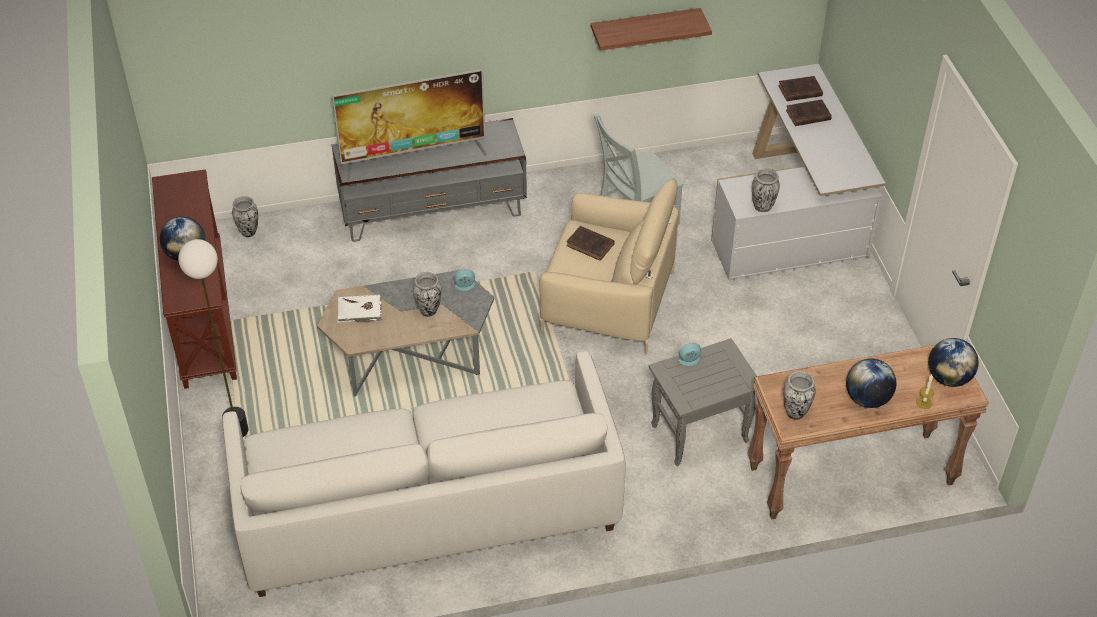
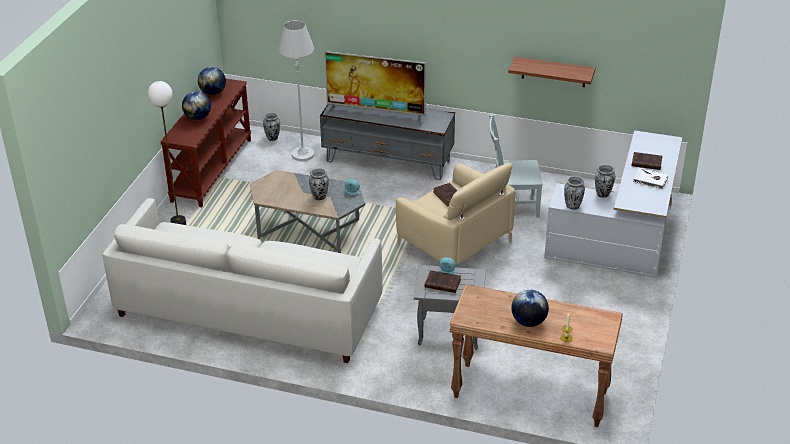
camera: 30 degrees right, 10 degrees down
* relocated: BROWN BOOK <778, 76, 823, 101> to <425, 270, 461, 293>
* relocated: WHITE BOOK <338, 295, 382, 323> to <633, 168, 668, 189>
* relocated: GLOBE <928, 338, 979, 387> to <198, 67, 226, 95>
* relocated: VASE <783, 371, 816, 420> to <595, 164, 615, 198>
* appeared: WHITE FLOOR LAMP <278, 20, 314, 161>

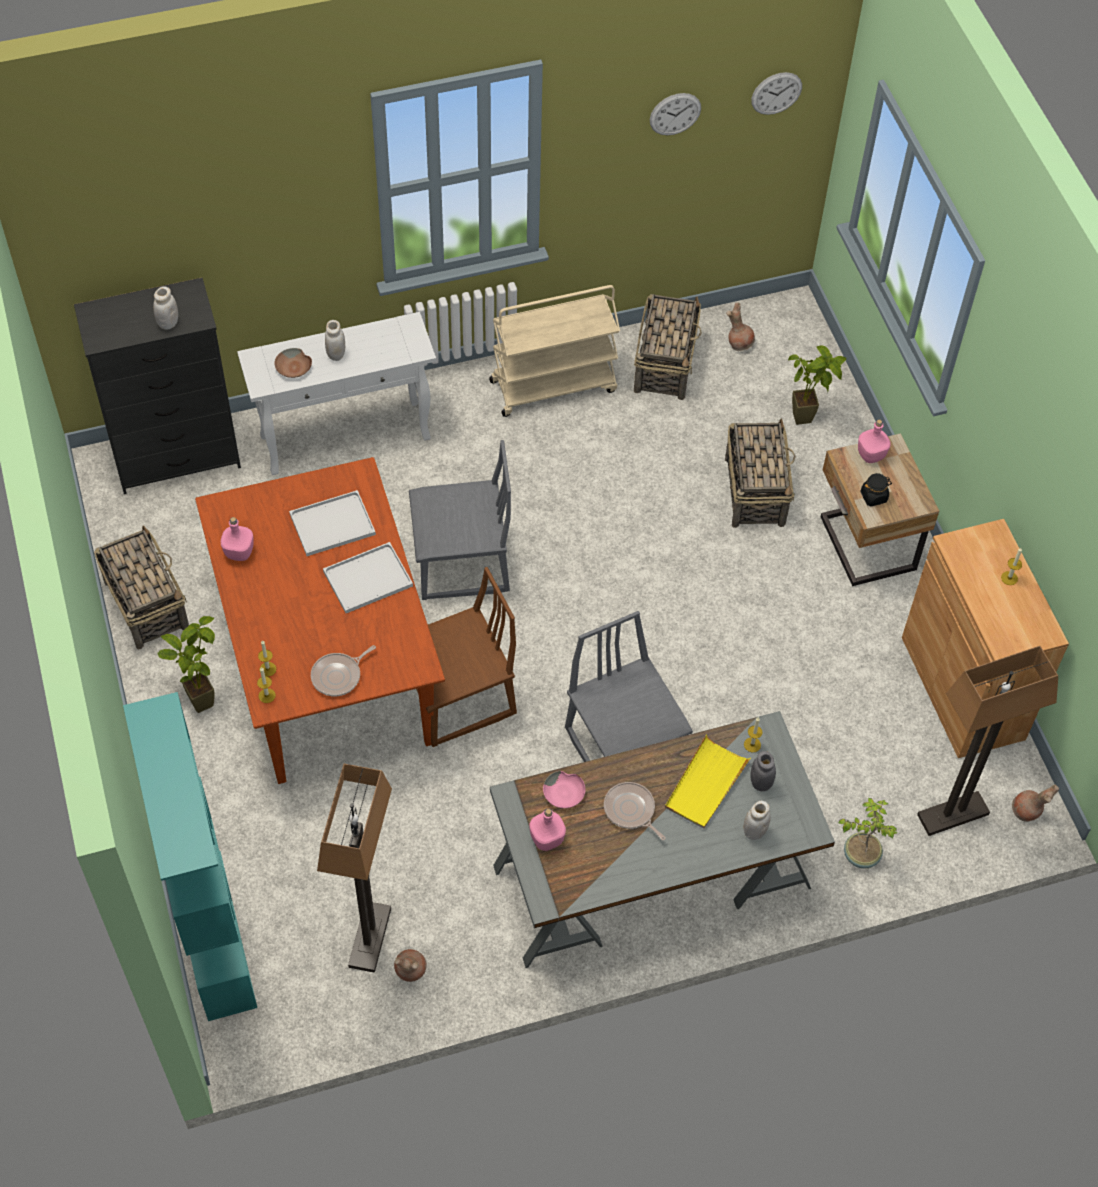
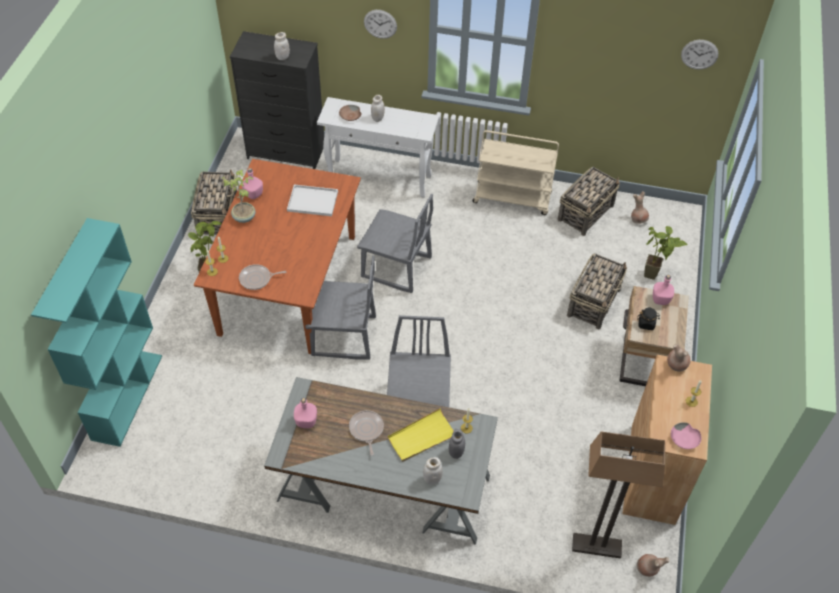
camera: 30 degrees right, 5 degrees down
* relocated: WALL CLOCK <650, 93, 701, 135> to <364, 10, 397, 39>
* missing: WHITE TRAY <323, 542, 413, 613>
* colour: BROWN CHAIR <416, 567, 517, 747> to GREY CHAIR <305, 255, 376, 360>
* missing: FLOOR LAMP <317, 764, 392, 973>
* relocated: PINK BOWL <543, 771, 586, 808> to <671, 422, 701, 449>
* relocated: POTTED PLANT <838, 797, 897, 868> to <221, 170, 256, 223>
* relocated: BROWN VASE <394, 949, 427, 982> to <667, 344, 691, 372>

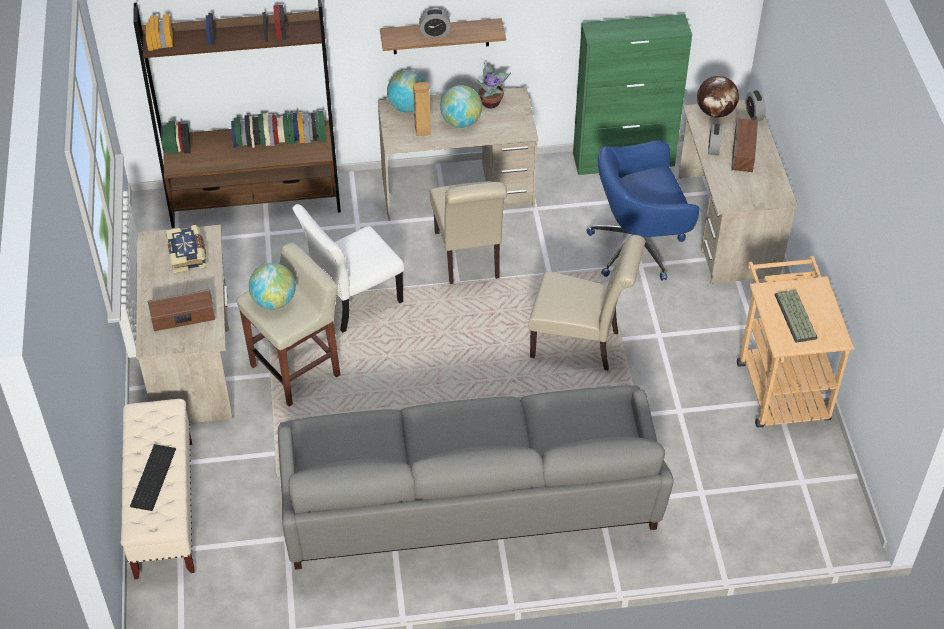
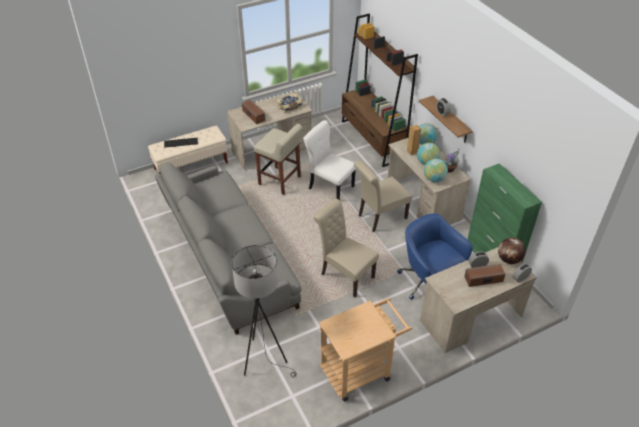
camera: 70 degrees right, 5 degrees down
* spun: BEIGE CHAIR <528, 235, 645, 371> = <314, 199, 379, 297> 135 degrees clockwise
* relocated: GLOBE <249, 263, 296, 309> to <424, 158, 448, 182>
* missing: KEYBOARD <775, 289, 818, 343>
* appeared: GREY FLOOR LAMP <232, 245, 297, 378>

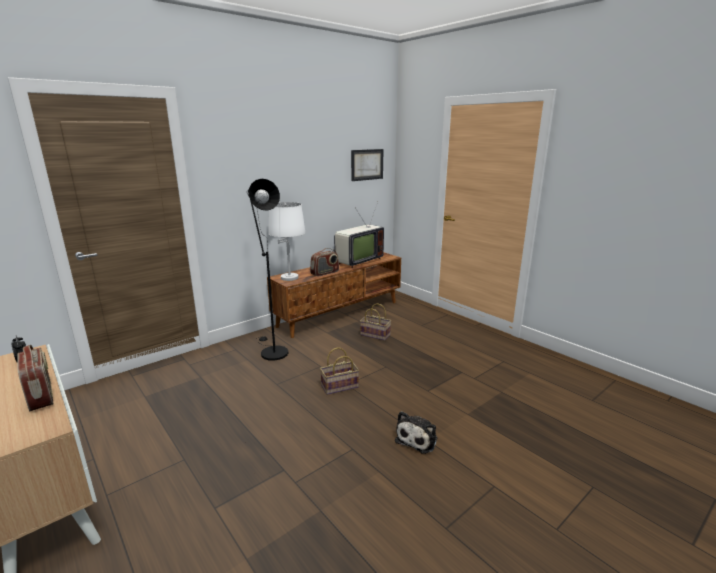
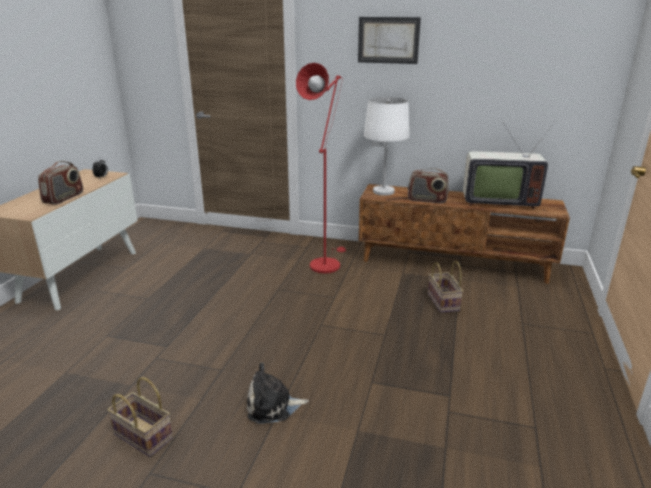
camera: 55 degrees right, 5 degrees up
* relocated: PICTURE <351, 149, 384, 181> to <358, 17, 421, 64>
* colour: BLACK FLOOR LAMP <247, 179, 288, 361> to RED FLOOR LAMP <296, 63, 346, 274>
* relocated: BASKET <320, 347, 359, 395> to <107, 377, 173, 457>

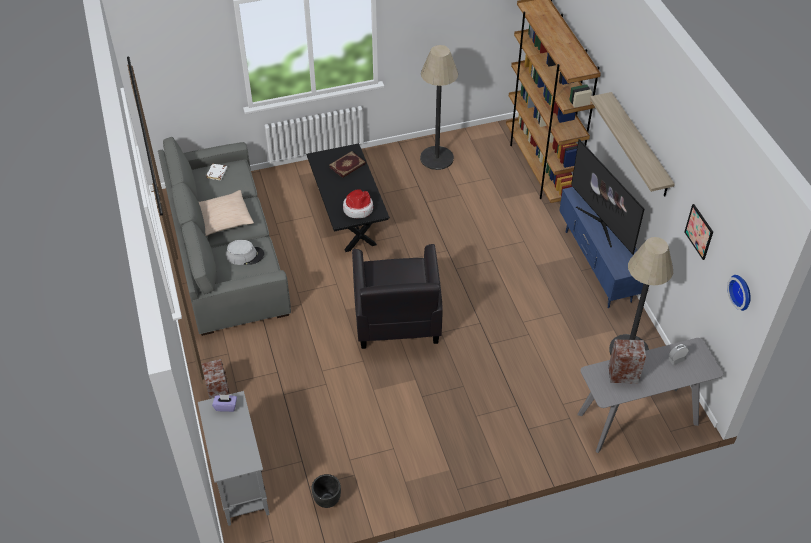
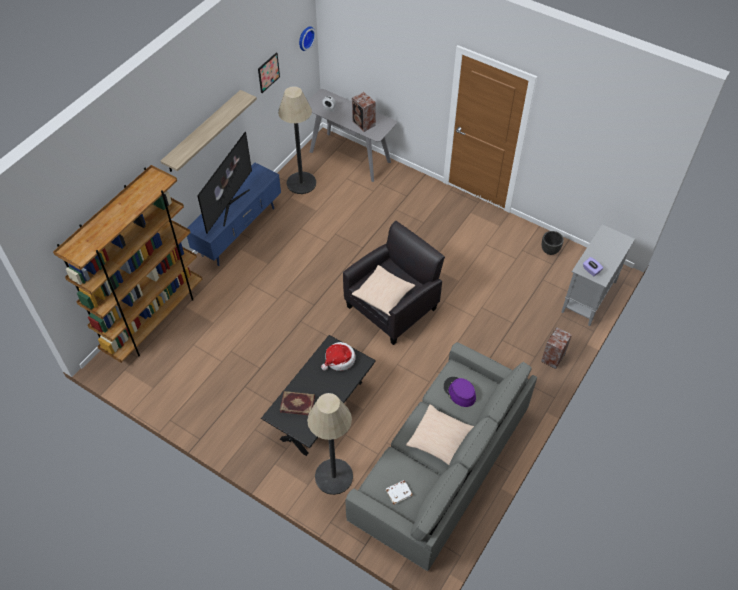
camera: 130 degrees left, 5 degrees up
* relocated: FLOOR LAMP <420, 45, 458, 170> to <307, 393, 353, 495>
* colour: GREY HAT <226, 240, 264, 265> to PURPLE HAT <444, 377, 476, 407>
* appeared: BEIGE PILLOW <352, 265, 415, 316>

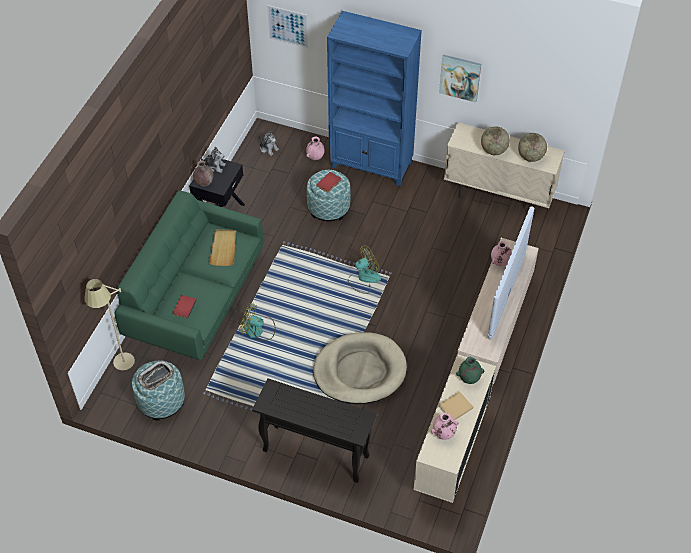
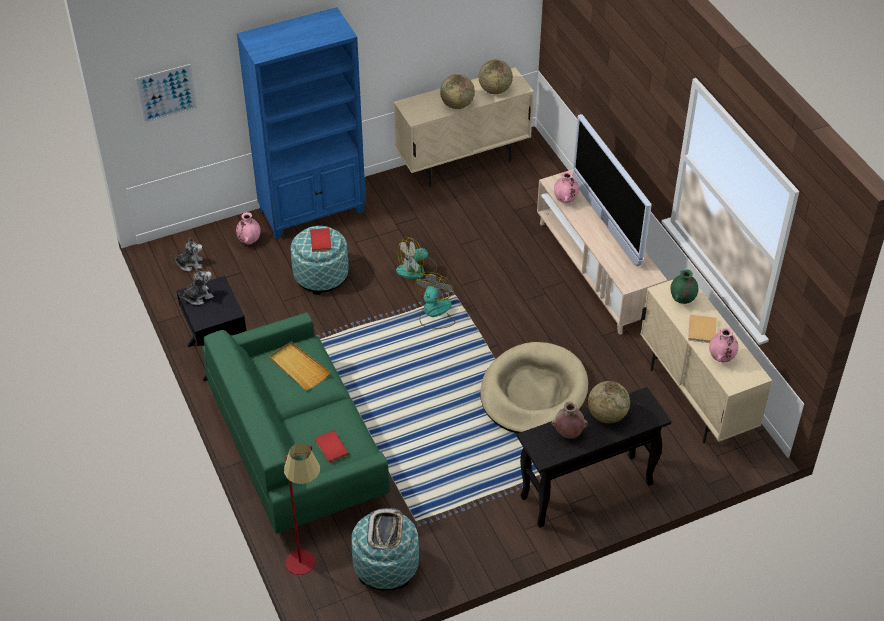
camera: 45 degrees left, 5 degrees down
* missing: PICTURE <439, 55, 481, 102>
* relocated: BROWN VASE <193, 160, 213, 186> to <551, 402, 588, 439>
* colour: BEIGE FLOOR LAMP <85, 279, 135, 371> to RED FLOOR LAMP <284, 443, 320, 575>
* relocated: FAN <239, 302, 275, 341> to <396, 237, 437, 279>
* appeared: GLOBE <588, 381, 630, 423>

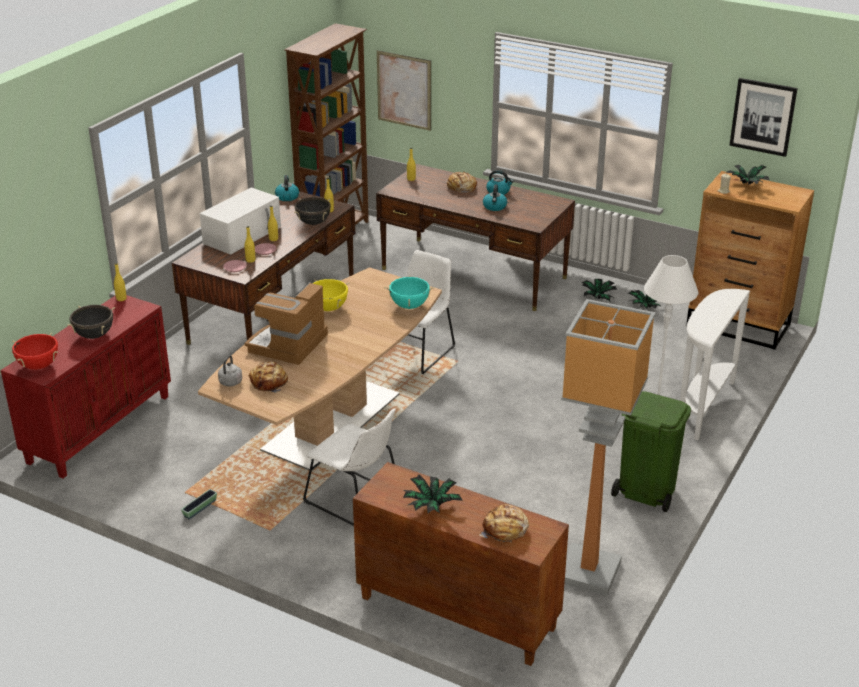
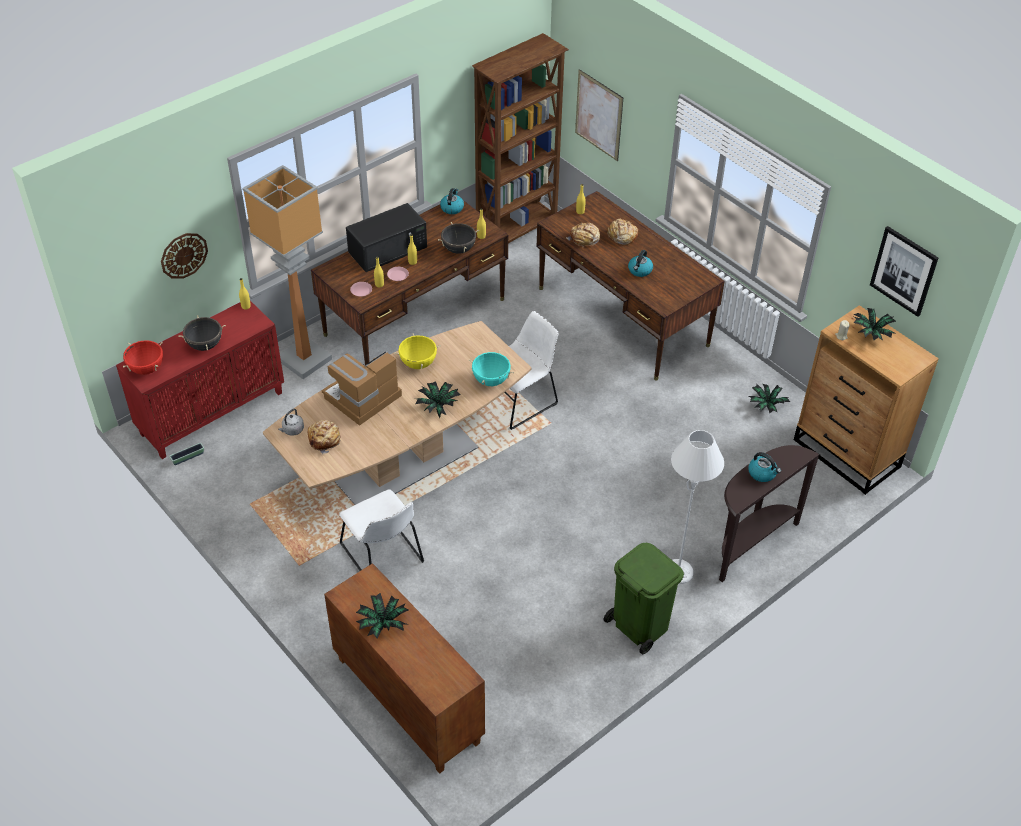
camera: 20 degrees right, 15 degrees up
* relocated: KETTLE <486, 170, 514, 195> to <748, 452, 781, 482>
* colour: WHITE MICROWAVE <200, 187, 281, 255> to BLACK MICROWAVE <346, 203, 427, 272>
* relocated: POTTED PLANT <582, 279, 617, 301> to <415, 381, 461, 418>
* colour: WHITE CONSOLE TABLE <680, 289, 750, 440> to BROWN CONSOLE TABLE <719, 445, 820, 582>
* relocated: FLOOR LAMP <561, 299, 656, 596> to <242, 165, 332, 379>
* relocated: PLANTER <181, 489, 217, 519> to <169, 443, 204, 465>
* relocated: BREAD <479, 504, 529, 543> to <566, 223, 600, 247>
* appeared: WALL CLOCK <161, 233, 208, 279>

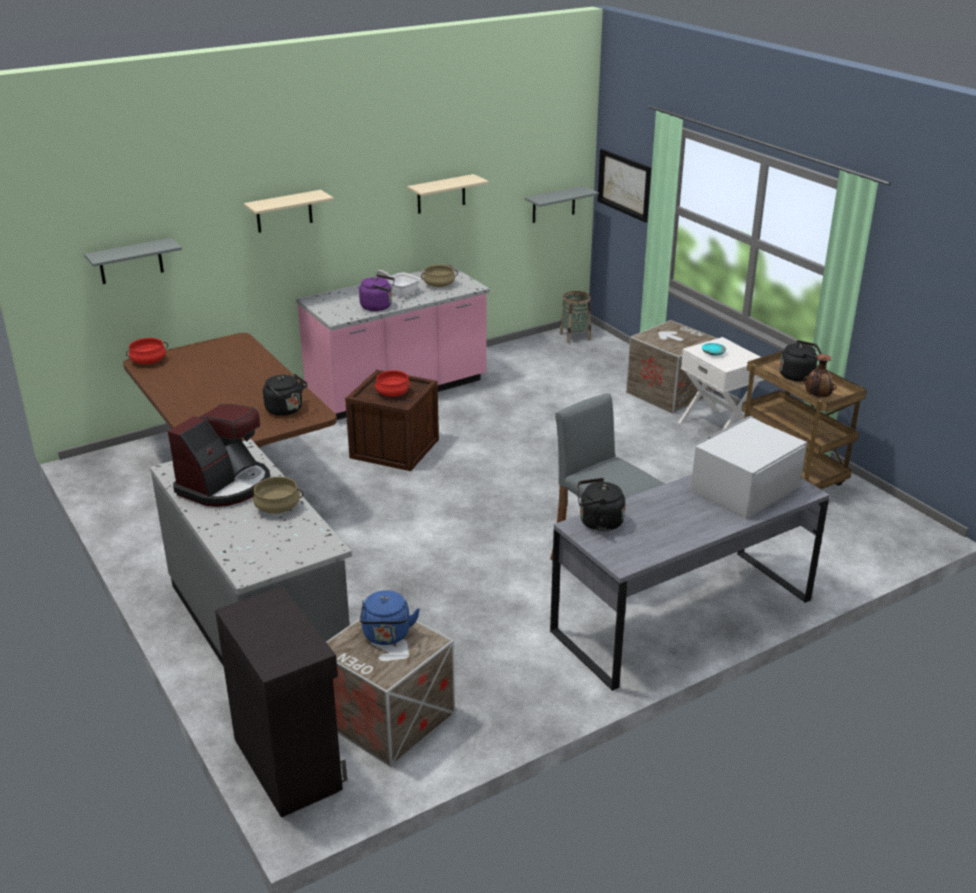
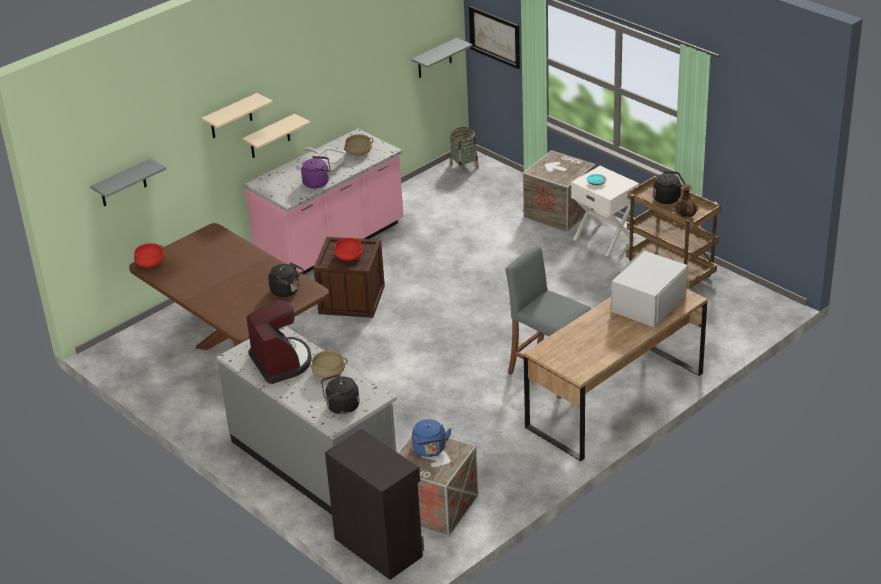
camera: 10 degrees left, 5 degrees up
* relocated: BEIGE SHELF <407, 174, 488, 214> to <242, 114, 310, 158>
* spun: COFFEE MACHINE <168, 404, 270, 507> = <247, 299, 311, 384> 45 degrees counterclockwise
* colour: GREY DESK <550, 475, 830, 691> to BROWN DESK <524, 289, 708, 462>
* relocated: BLACK KETTLE <578, 478, 625, 531> to <321, 374, 360, 414>

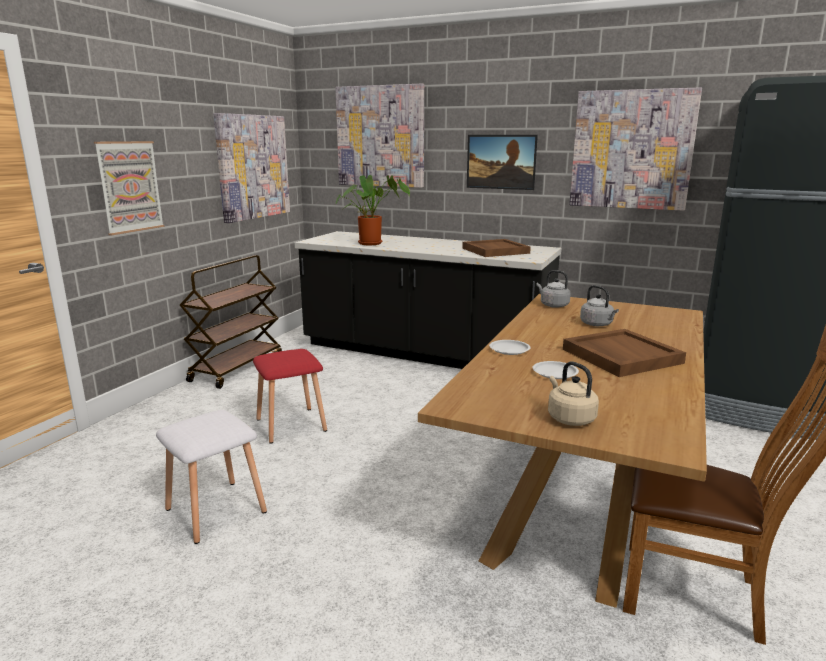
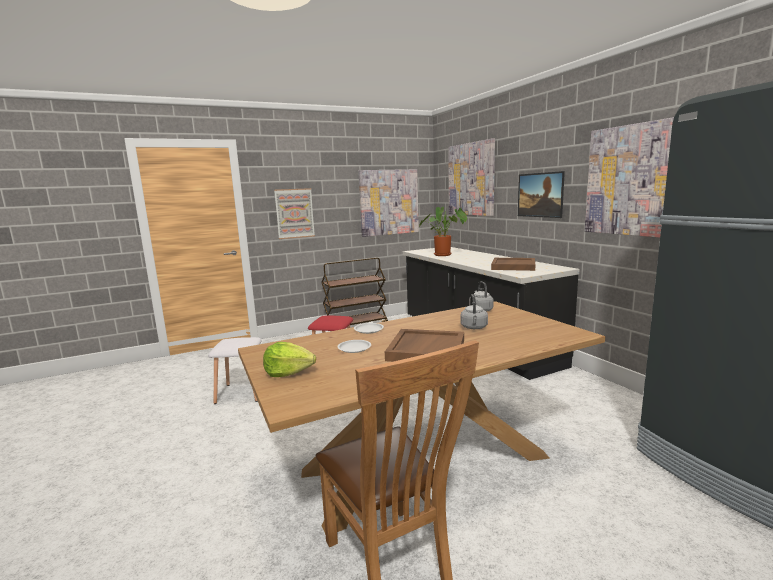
camera: 40 degrees right, 5 degrees down
* exchanged: BEIGE KETTLE <548, 361, 599, 426> to LETTUCE <263, 342, 316, 377>

